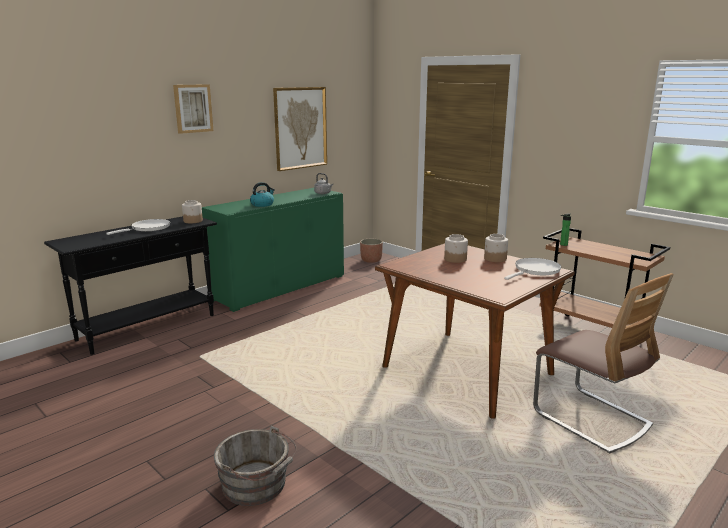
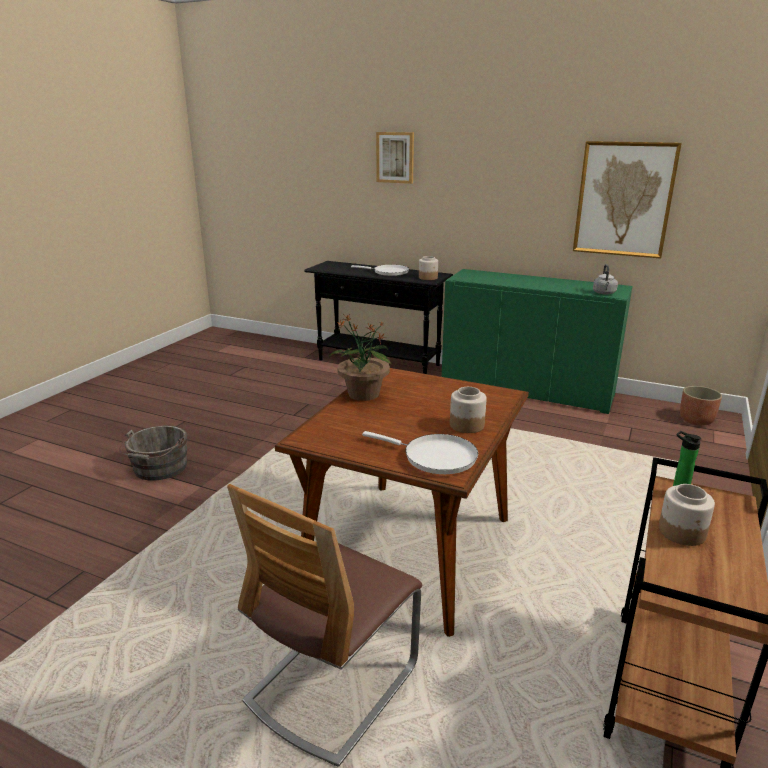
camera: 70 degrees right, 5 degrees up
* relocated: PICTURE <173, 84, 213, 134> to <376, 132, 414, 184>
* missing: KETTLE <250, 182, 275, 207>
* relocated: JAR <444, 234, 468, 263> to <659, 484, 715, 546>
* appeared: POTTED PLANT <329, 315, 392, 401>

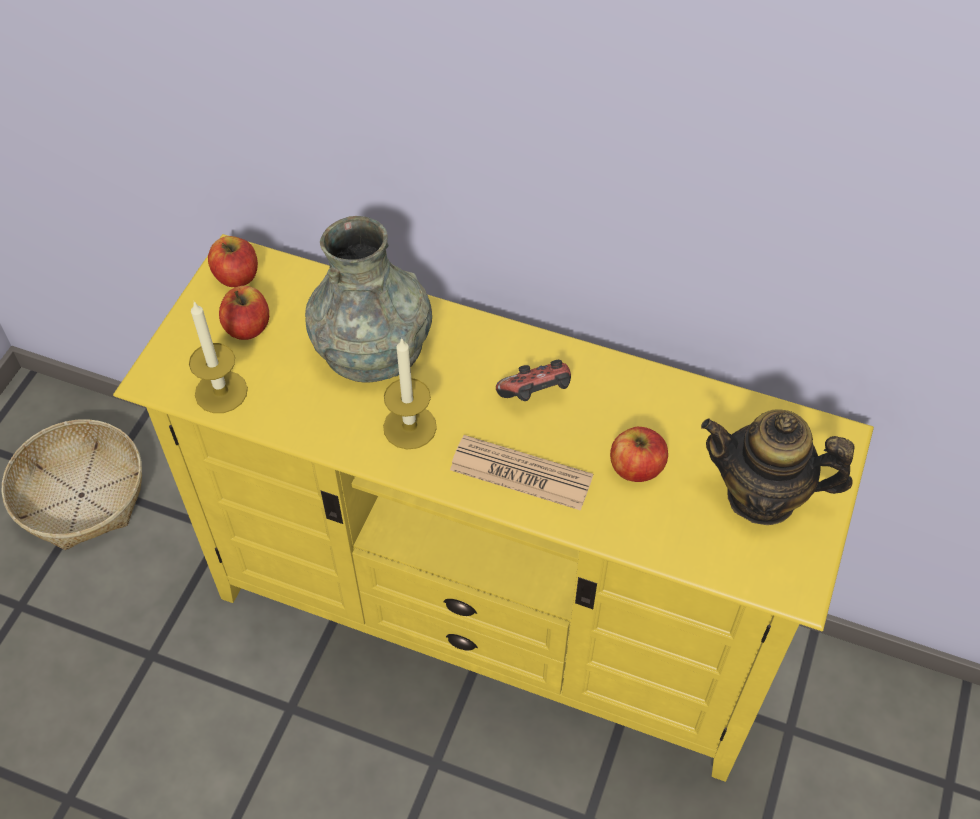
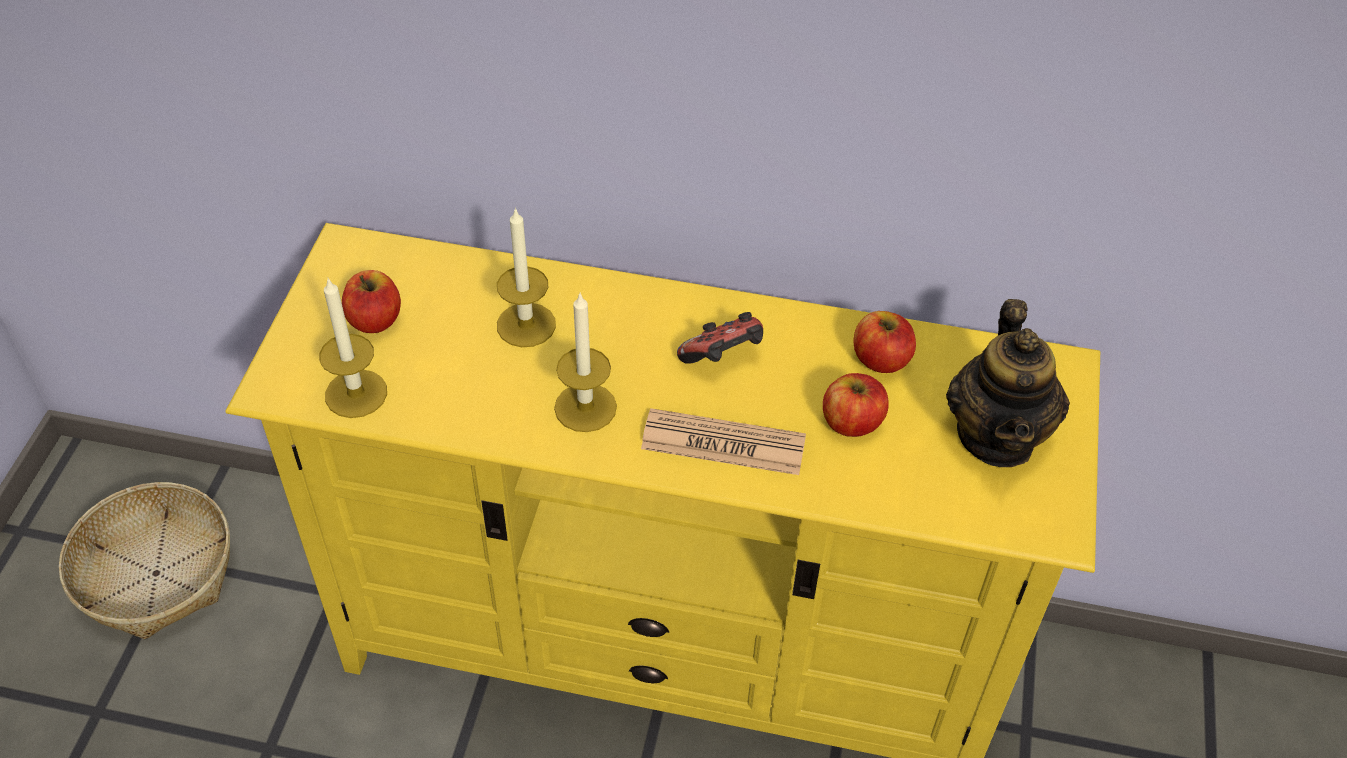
camera: 10 degrees left, 5 degrees down
* exchanged: GREY VASE <305, 216, 432, 383> to CANDLE <497, 207, 556, 347>
* relocated: APPLE <208, 236, 258, 287> to <853, 311, 916, 373>
* spun: TEAPOT <701, 409, 855, 525> = <946, 299, 1070, 467> 90 degrees counterclockwise

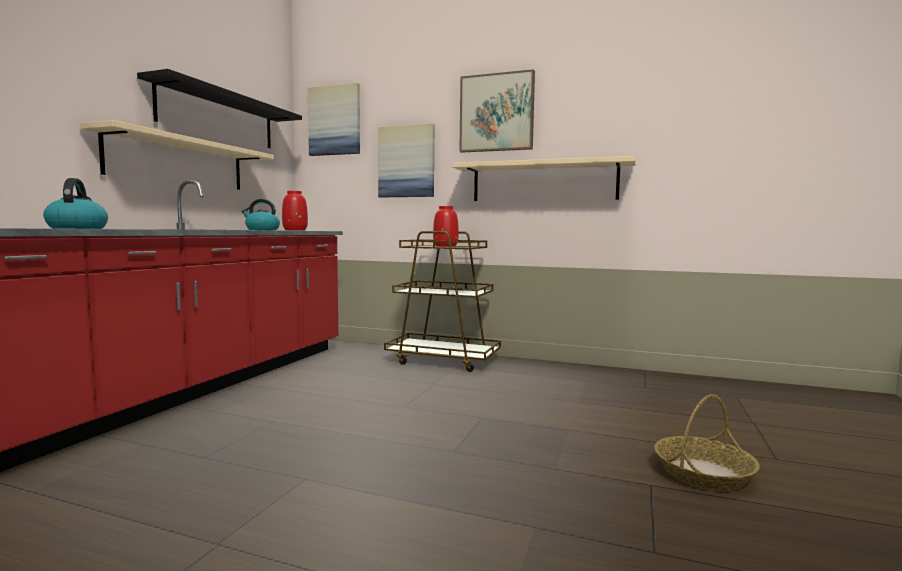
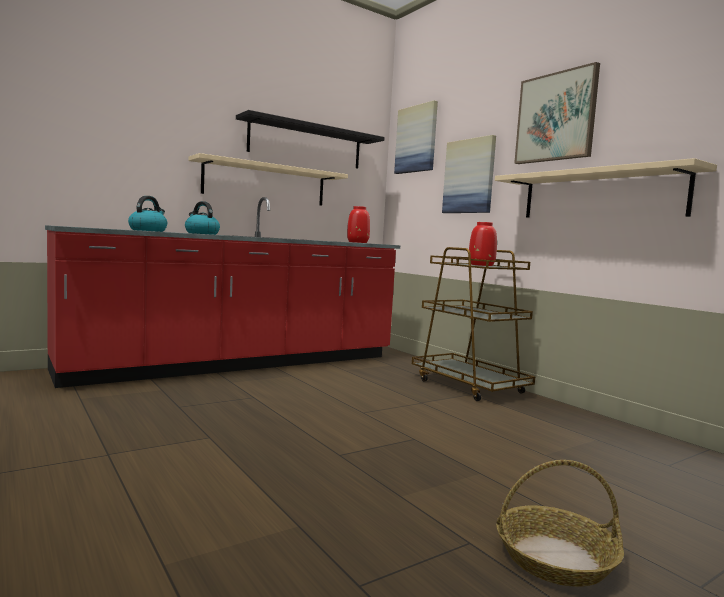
camera: 35 degrees right, 0 degrees up
* relocated: KETTLE <242, 199, 280, 230> to <185, 201, 220, 235>

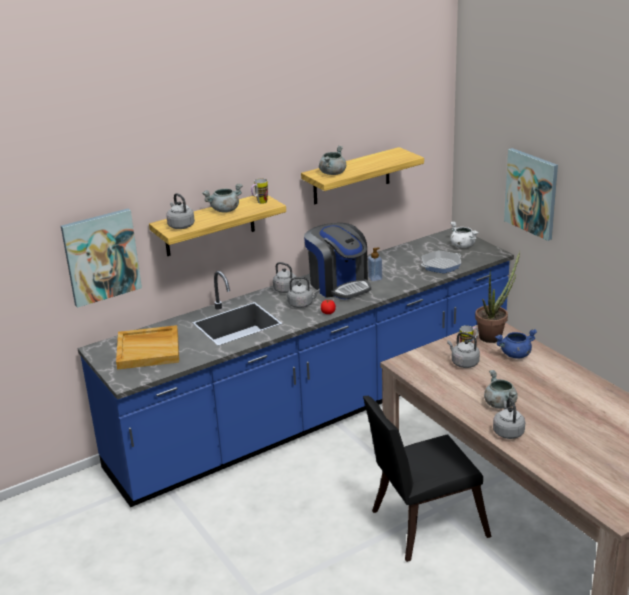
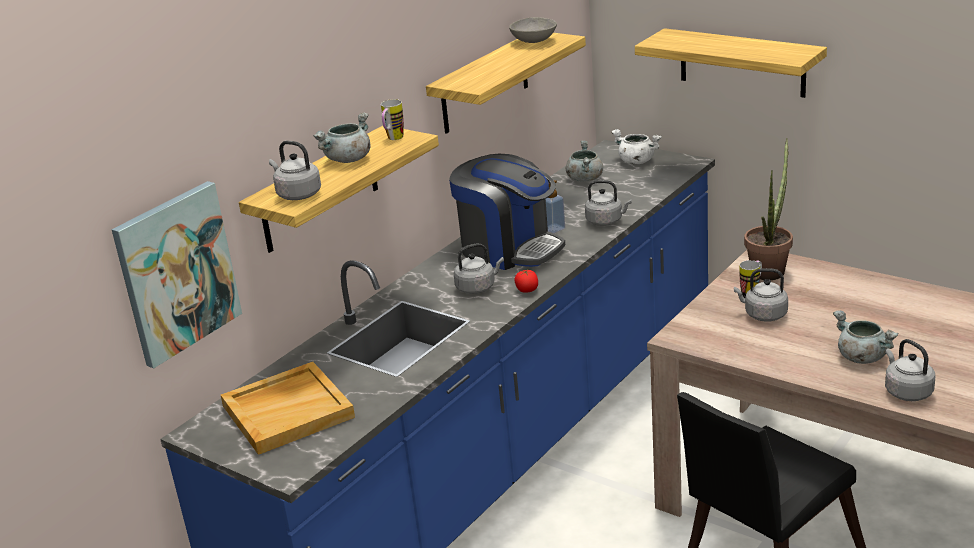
camera: 20 degrees left, 0 degrees up
* relocated: GREY COOKING POT <319, 146, 346, 175> to <566, 141, 603, 181>
* exchanged: PICTURE <504, 148, 558, 241> to SHELF <635, 28, 827, 98>
* missing: FRYING PAN <421, 251, 461, 273>
* relocated: GREY KETTLE <273, 262, 300, 293> to <585, 180, 632, 226>
* missing: BLUE COOKING POT <495, 329, 537, 359>
* appeared: GREY BOWL <509, 17, 557, 43>

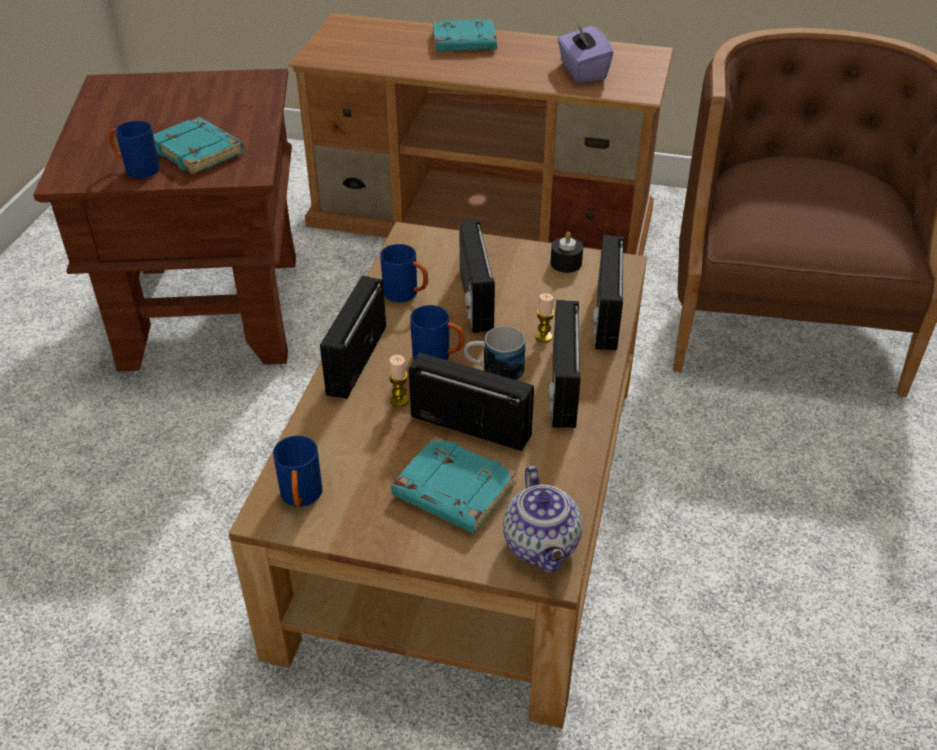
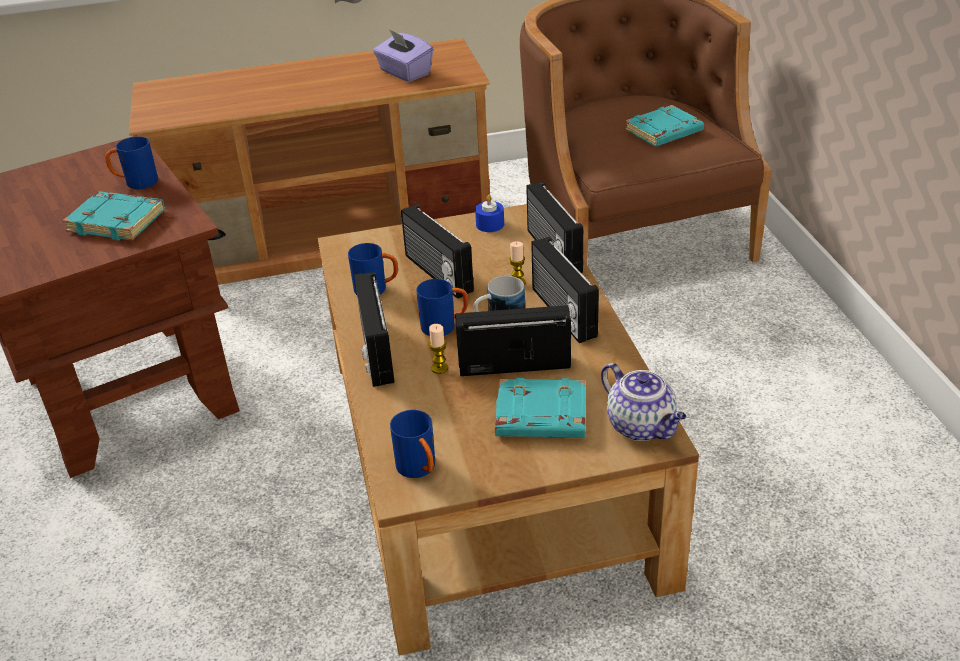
camera: 25 degrees left, 5 degrees down
* relocated: TURQUOISE BOOK <433, 19, 497, 51> to <625, 105, 704, 146>
* relocated: BLUE MUG <108, 121, 160, 178> to <105, 137, 158, 189>
* colour: BLACK CANDLE <550, 232, 583, 273> to BLUE CANDLE <475, 195, 504, 232>

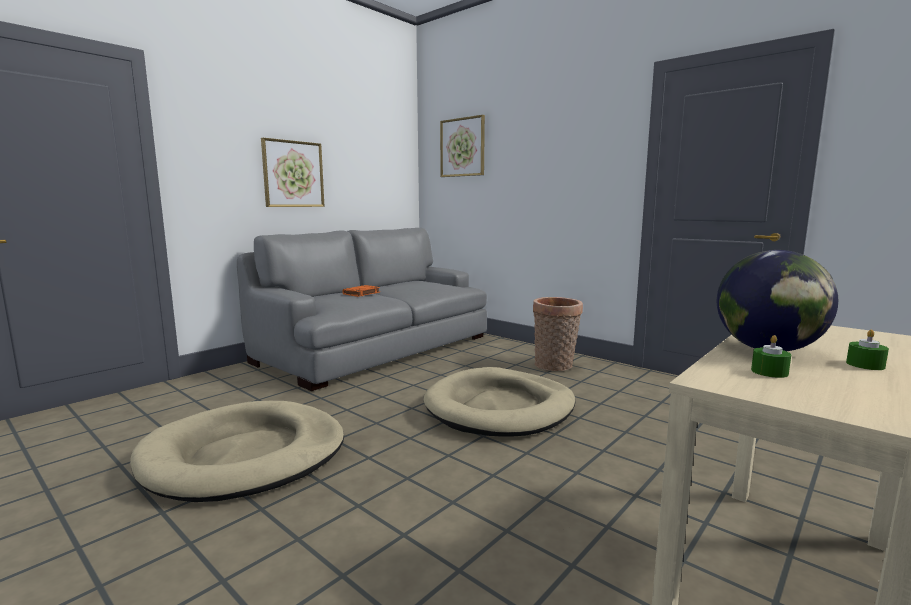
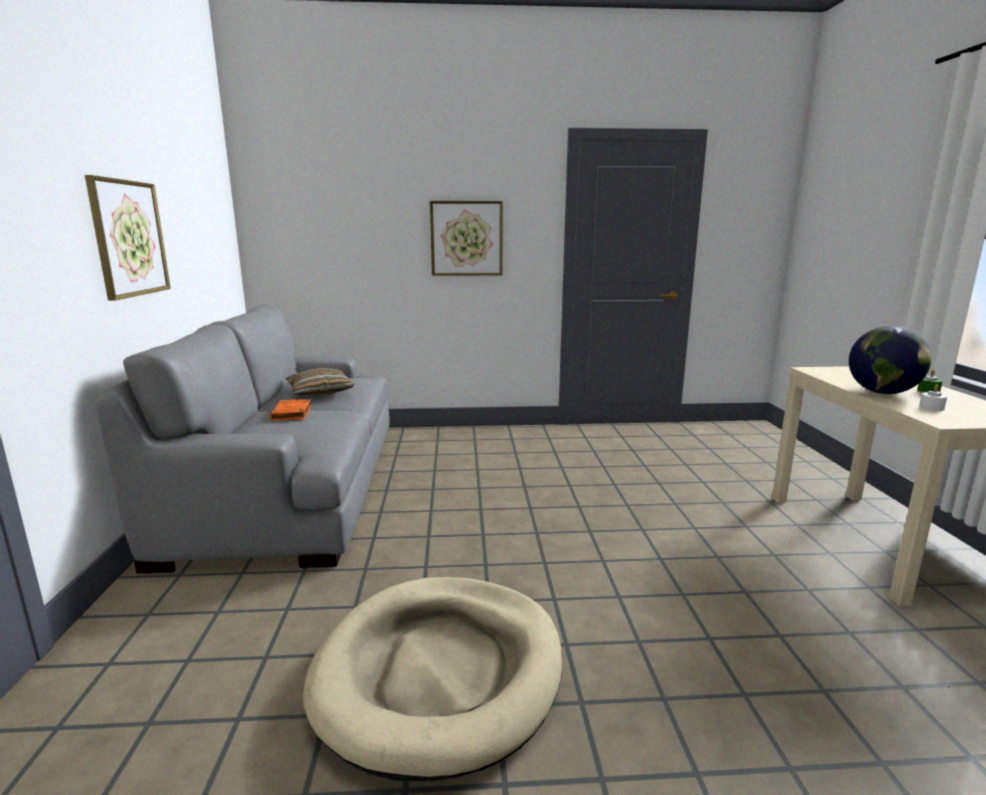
camera: 45 degrees left, 5 degrees up
* relocated: PICTURE <440, 115, 485, 177> to <430, 201, 503, 276>
* missing: BASKET <533, 297, 583, 371>
* colour: GREEN CANDLE <751, 335, 791, 378> to WHITE CANDLE <919, 384, 947, 411>
* missing: BEIGE DOG BED <423, 367, 575, 437>
* appeared: PILLOW <286, 368, 354, 396>

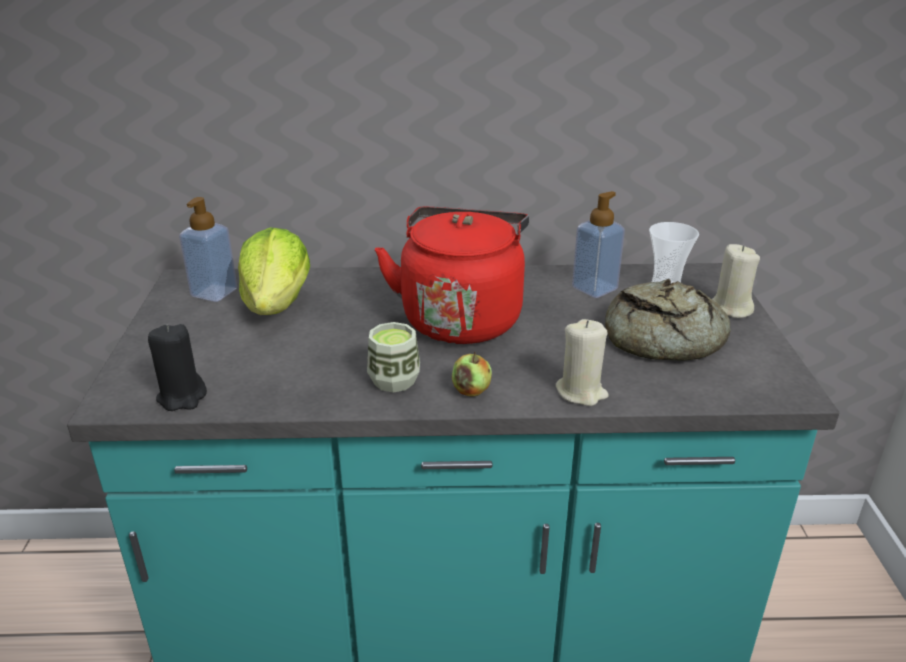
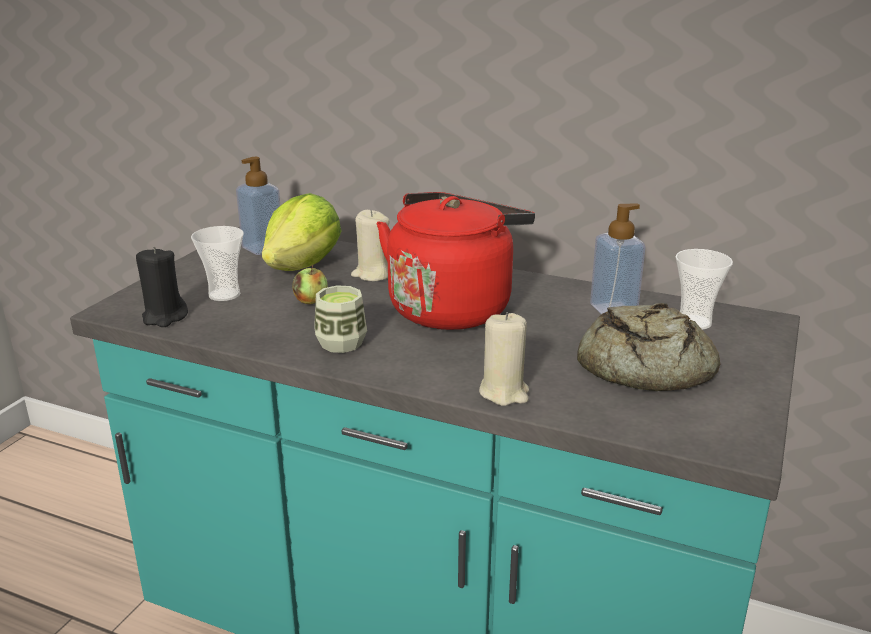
camera: 25 degrees right, 5 degrees down
* relocated: BEIGE CANDLE <712, 244, 760, 318> to <351, 210, 390, 281>
* relocated: APPLE <452, 352, 492, 397> to <292, 265, 328, 304>
* appeared: CUP <191, 226, 244, 301>

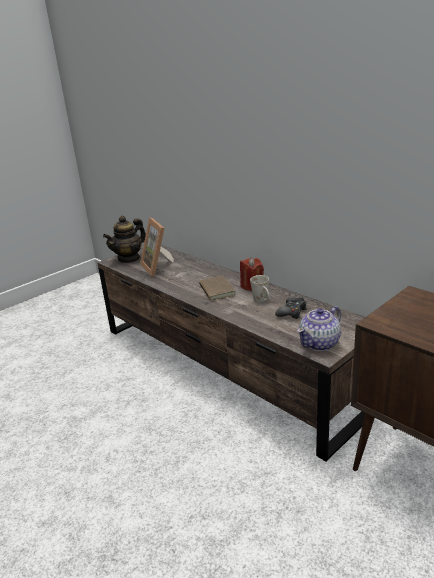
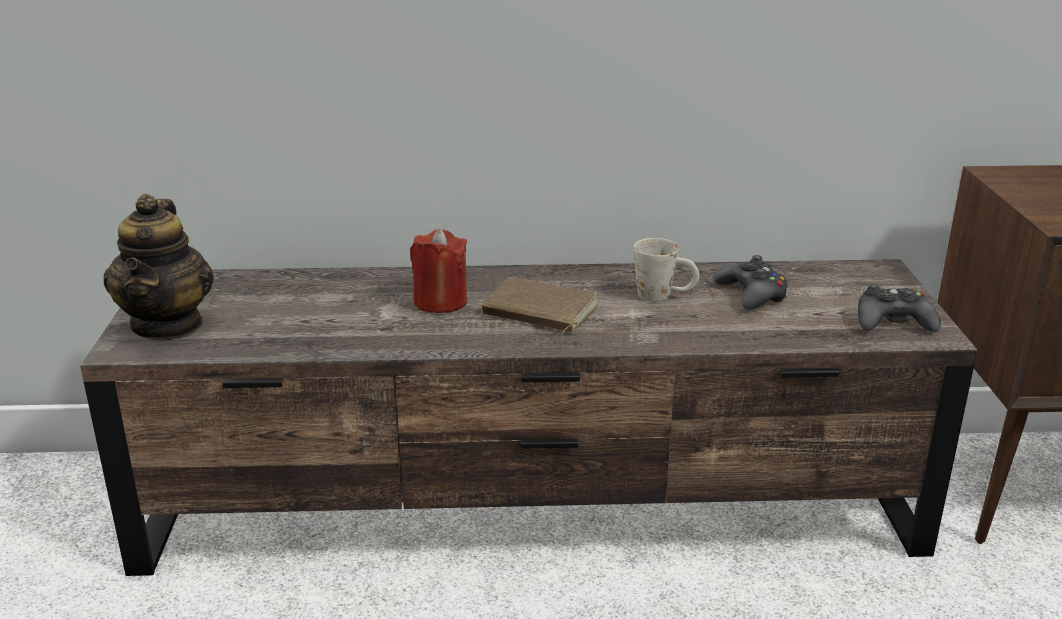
camera: 50 degrees left, 0 degrees up
* missing: PICTURE FRAME <140, 218, 174, 277>
* relocated: RED CANDLE <240, 258, 264, 291> to <410, 228, 467, 313>
* exchanged: TEAPOT <297, 306, 341, 351> to BLACK GAME CONTROLLER <858, 284, 941, 332>

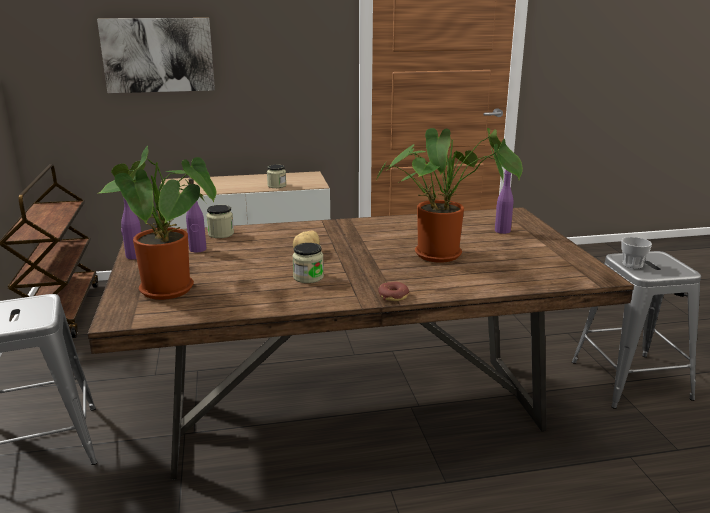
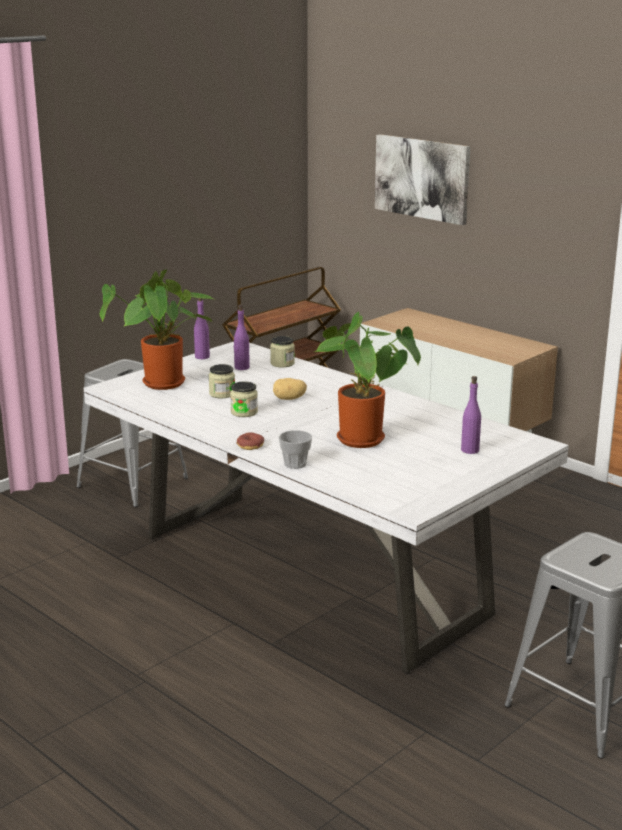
camera: 55 degrees right, 0 degrees up
* relocated: JAR <267, 164, 286, 188> to <209, 364, 235, 398>
* colour: BROWN DINING TABLE <88, 207, 634, 480> to WHITE DINING TABLE <84, 342, 569, 674>
* relocated: CUP <621, 237, 652, 269> to <279, 430, 312, 469>

